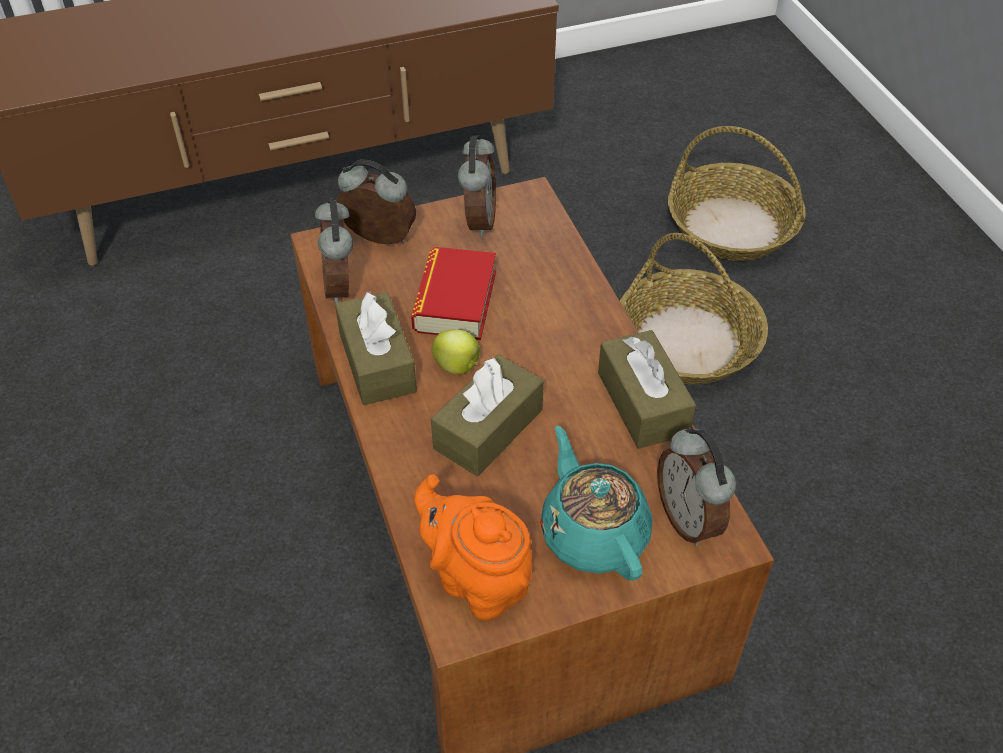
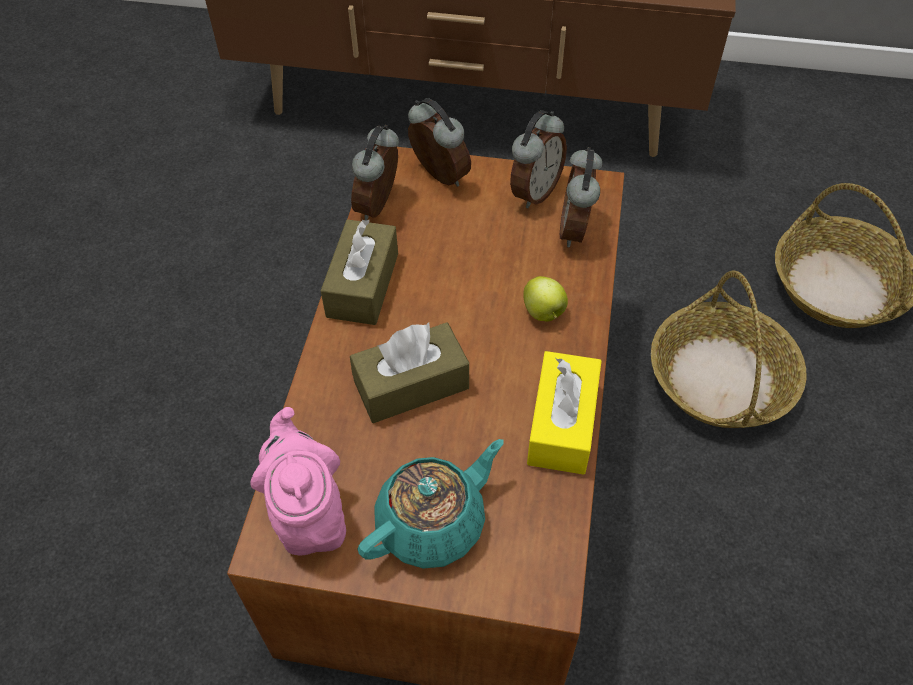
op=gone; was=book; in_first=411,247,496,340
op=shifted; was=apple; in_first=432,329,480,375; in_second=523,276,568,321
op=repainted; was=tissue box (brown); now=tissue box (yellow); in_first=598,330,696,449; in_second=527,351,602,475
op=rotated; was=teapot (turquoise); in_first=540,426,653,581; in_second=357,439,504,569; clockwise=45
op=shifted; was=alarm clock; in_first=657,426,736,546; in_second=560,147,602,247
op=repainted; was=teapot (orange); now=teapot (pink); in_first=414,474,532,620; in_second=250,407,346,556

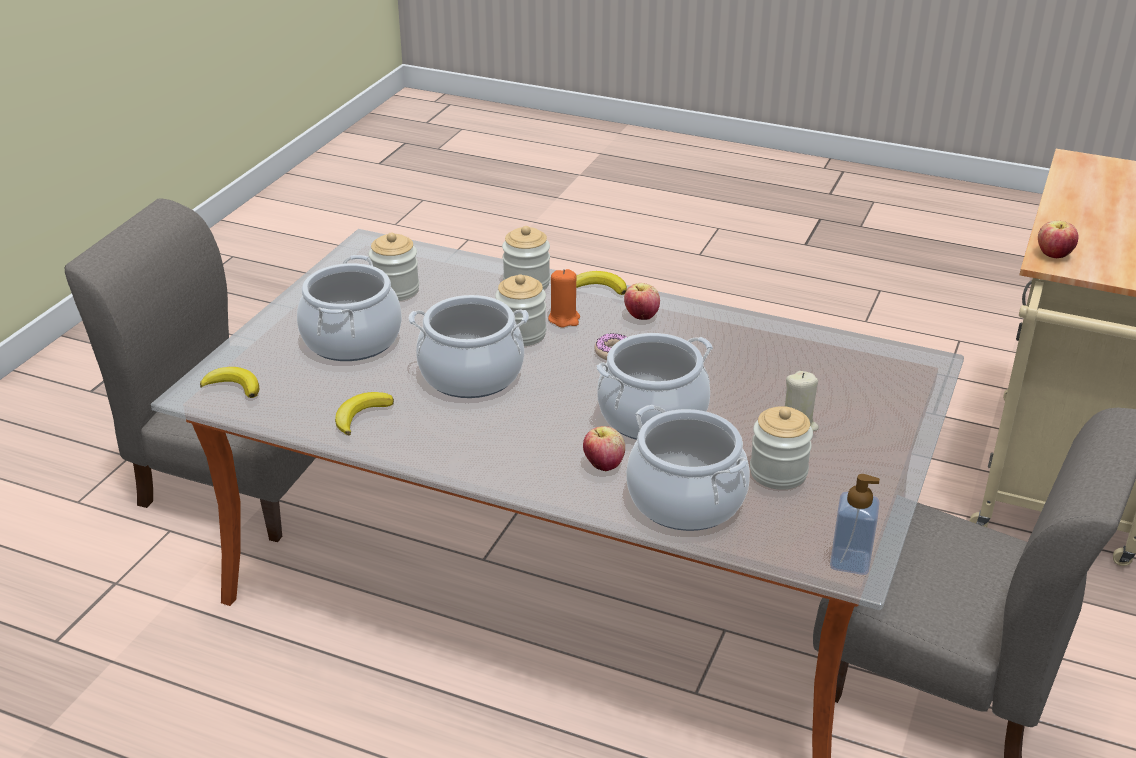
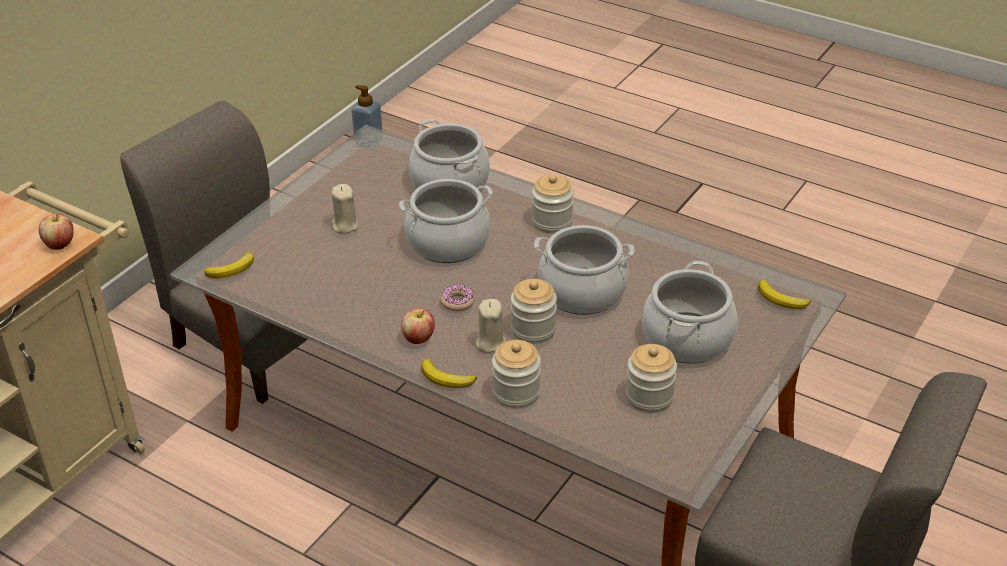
op=repainted; was=candle (orange); now=candle (beige); in_first=548,269,580,327; in_second=476,299,506,353
op=shifted; was=banana; in_first=335,392,394,435; in_second=204,252,254,279
op=shifted; was=jar; in_first=750,406,813,490; in_second=532,174,574,233
op=gone; was=apple; in_first=583,426,625,471

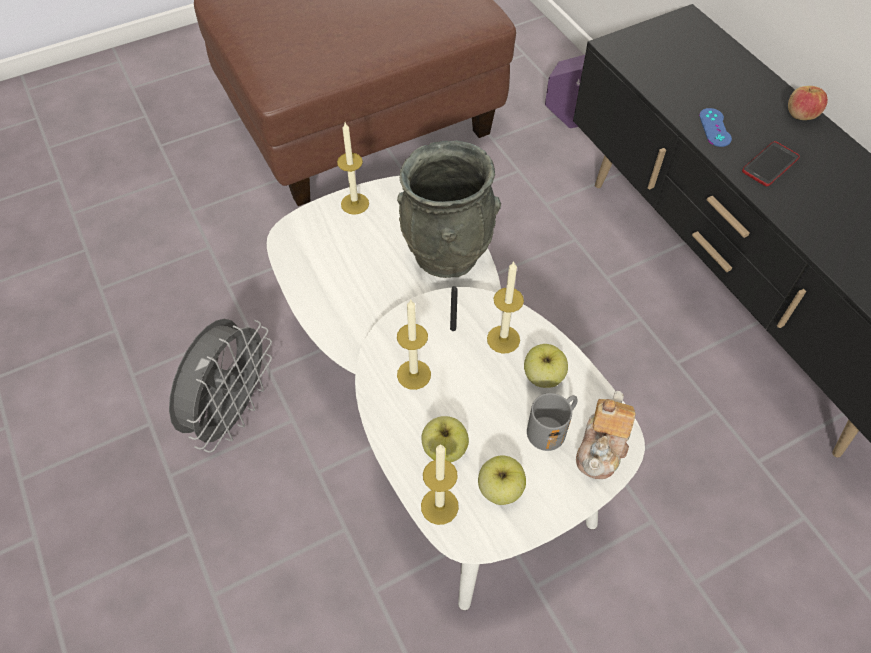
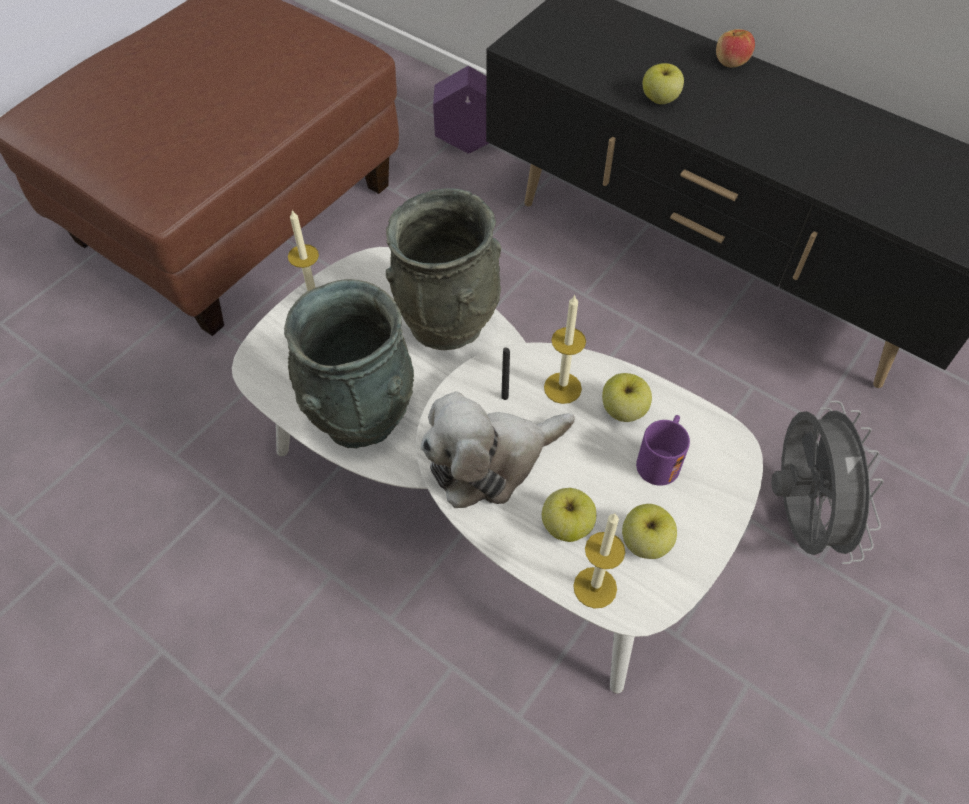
op=swapped; was=game controller (blue); now=apple; in_first=699,108,732,147; in_second=643,63,684,104
op=gone; was=phone; in_first=742,141,800,186
op=swapped; was=candle; now=plush toy; in_first=397,300,431,390; in_second=420,391,575,508
op=shifted; was=fan (grey); in_first=169,319,272,453; in_second=771,401,884,564
op=gone; was=teapot; in_first=576,391,635,479
op=repainted; was=mug (grey); now=mug (purple); in_first=527,393,578,451; in_second=636,415,690,486
op=new; now=vase (grey); in_second=284,279,414,448

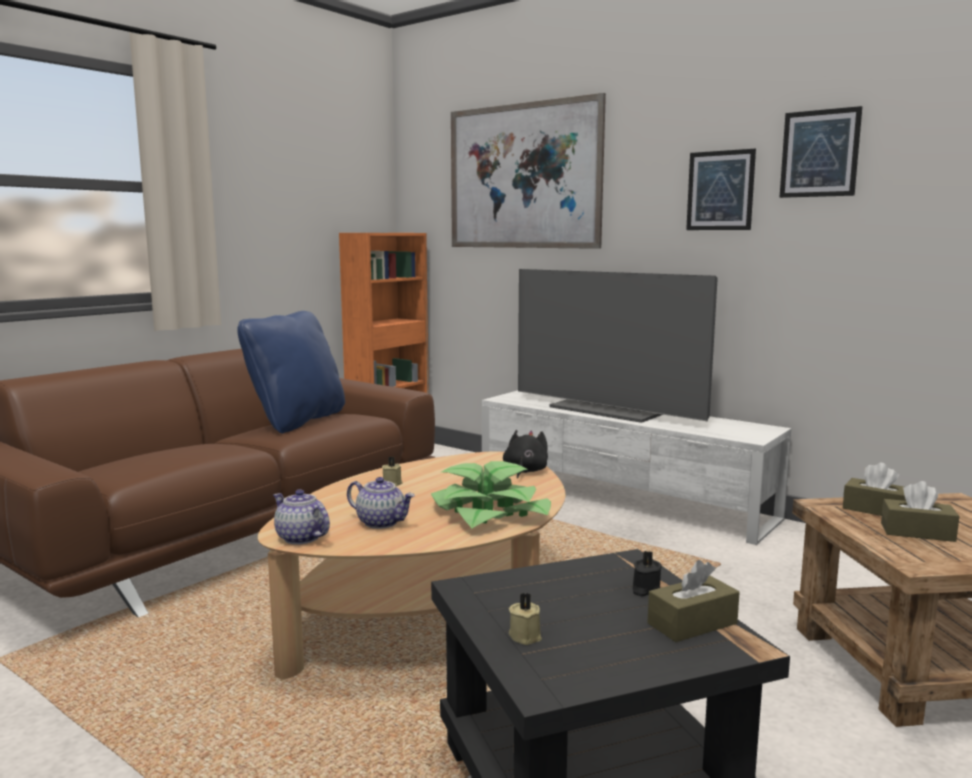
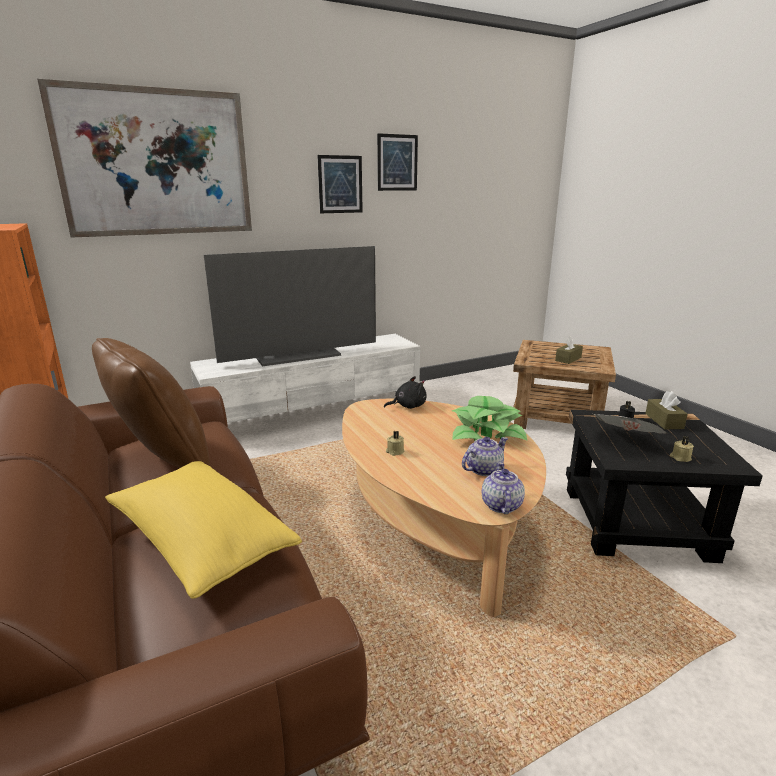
op=repainted; was=pillow (blue); now=pillow (brown); in_first=237,311,345,434; in_second=92,338,209,468
op=rotated; was=plush toy (black); in_first=503,430,548,478; in_second=384,376,427,409; clockwise=120
op=gone; was=tissue box (brown); in_first=843,463,906,516
op=rotated; was=teapot; in_first=273,489,330,545; in_second=482,462,525,514; clockwise=120
op=new; now=newspaper; in_second=593,414,667,434
op=new; now=pillow (yellow); in_second=105,461,302,599

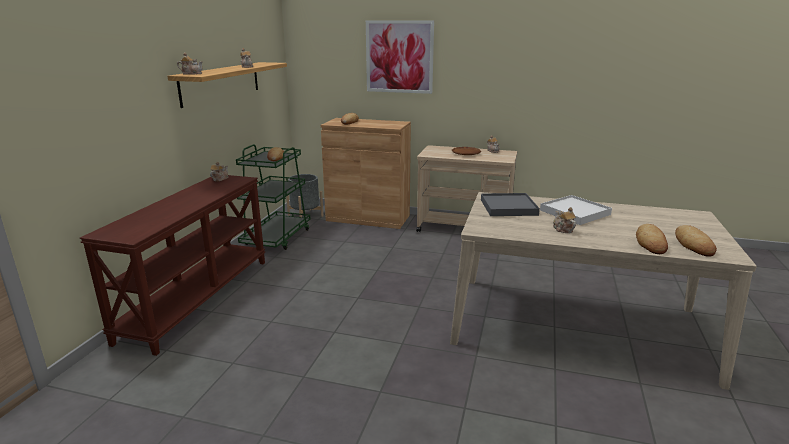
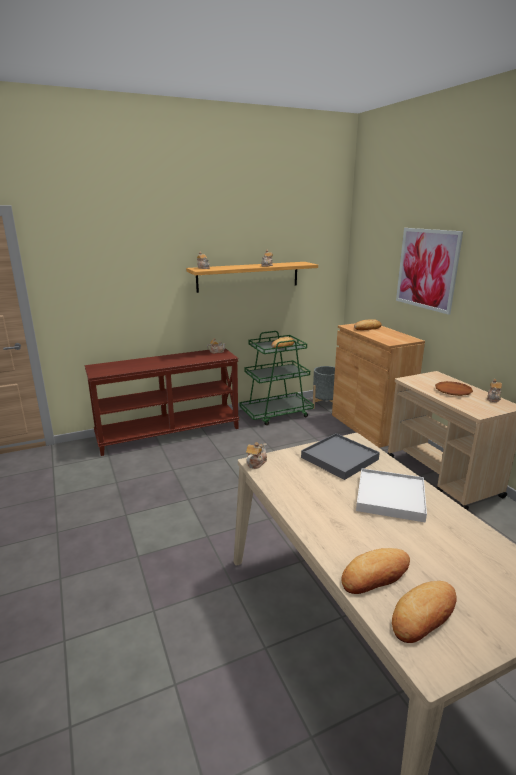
op=shifted; was=teapot; in_first=553,207,576,233; in_second=246,442,267,469

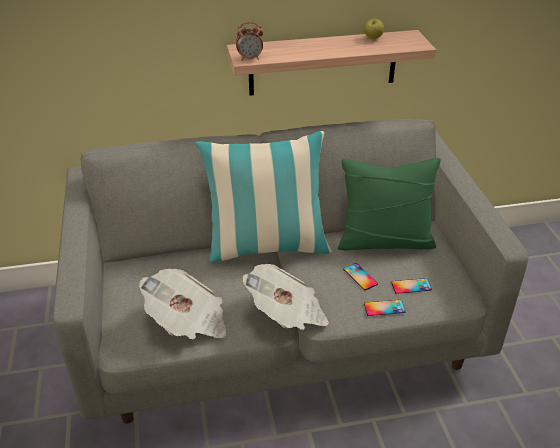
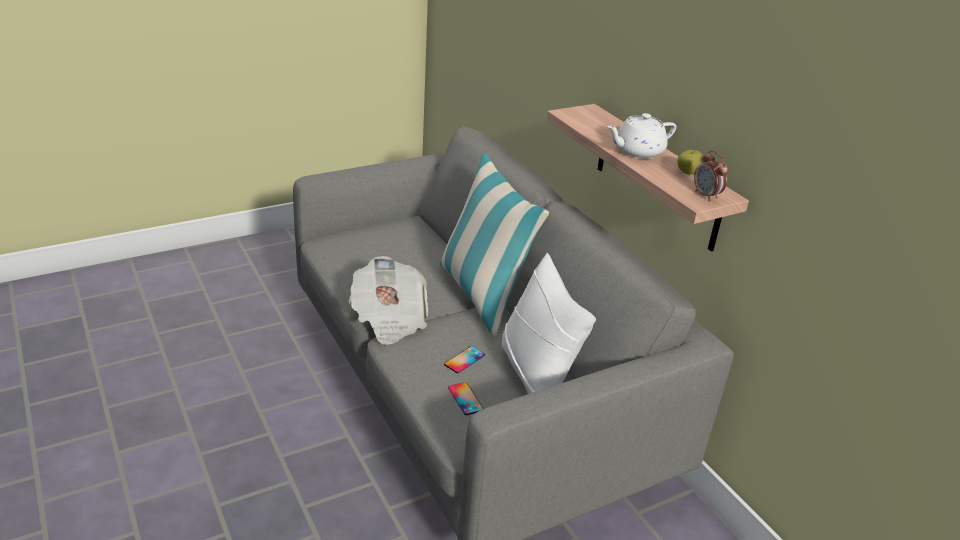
op=shifted; was=alarm clock; in_first=236,22,263,60; in_second=694,150,728,201
op=repainted; was=pillow (green); now=pillow (white); in_first=338,158,441,250; in_second=502,253,596,394
op=gone; was=newspaper; in_first=139,269,226,340
op=gone; was=phone; in_first=364,300,406,316
op=new; now=teapot (white); in_second=607,113,677,159

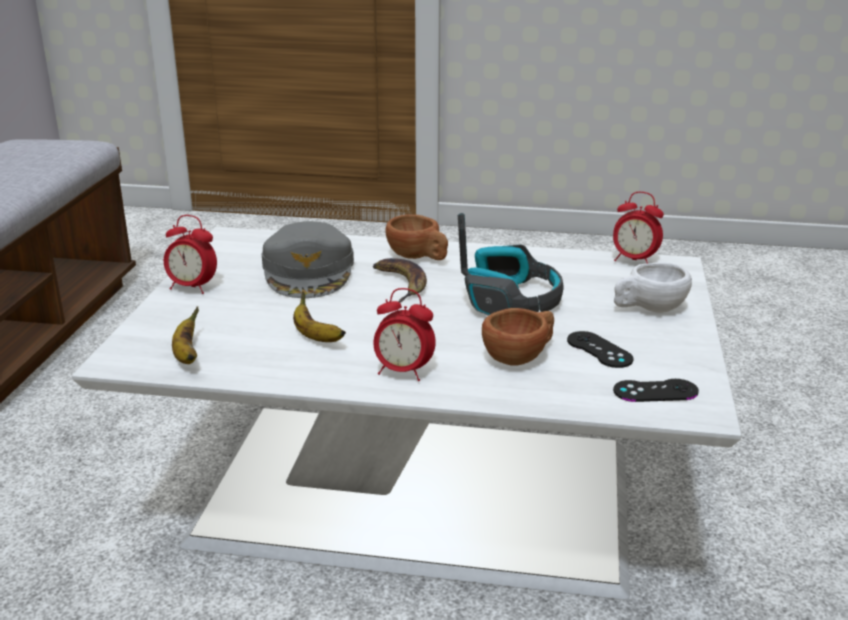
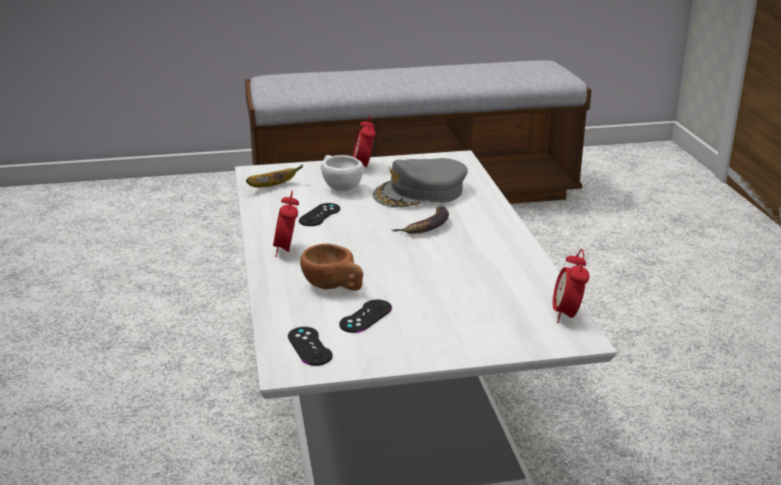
op=gone; was=headphones; in_first=458,213,563,316
op=gone; was=cup (brown); in_first=385,214,448,260
op=shifted; was=cup (white); in_first=614,262,692,313; in_second=321,155,364,192
op=swapped; was=banana; now=game controller (black); in_first=293,292,346,342; in_second=299,203,340,226

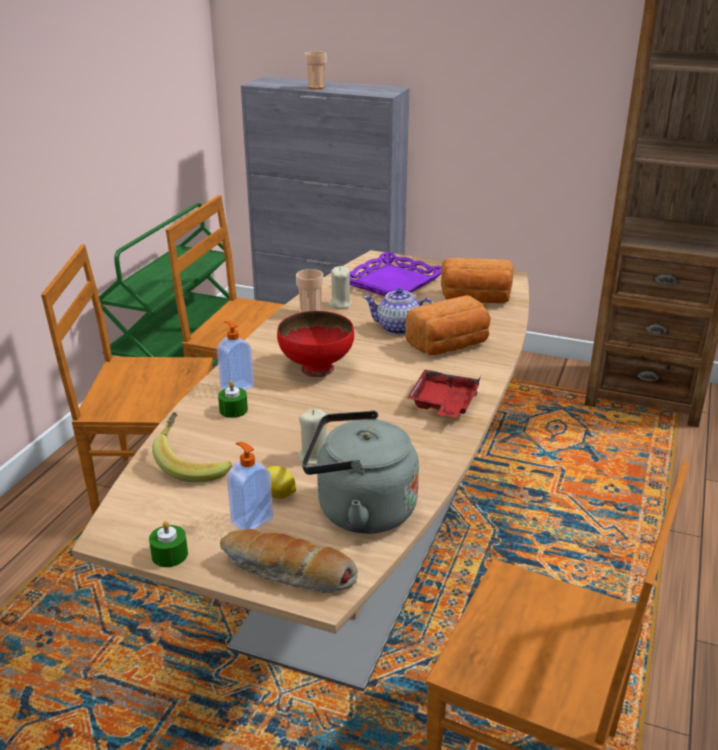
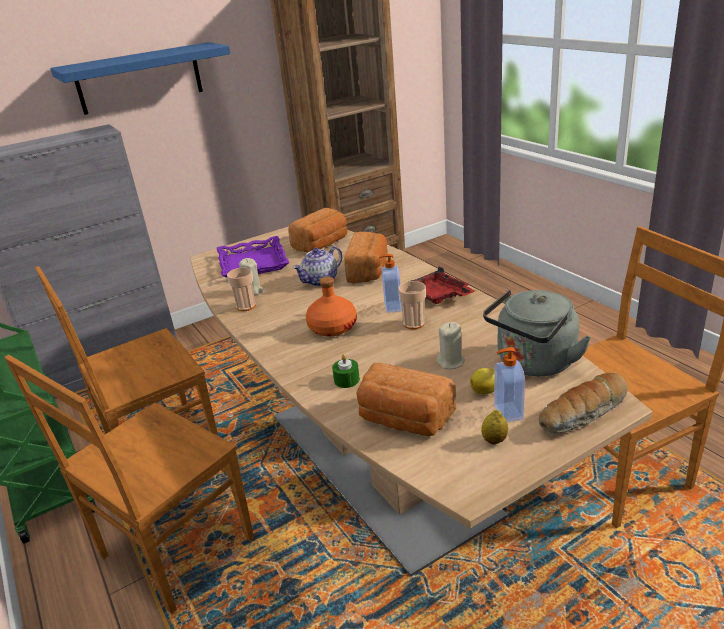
op=shifted; was=cup; in_first=305,51,327,89; in_second=398,281,426,329
op=swapped; was=bowl (red); now=bottle (orange); in_first=277,311,354,377; in_second=306,277,357,336
op=shifted; was=soap dispenser; in_first=217,321,254,390; in_second=379,254,402,313
op=swapped; was=banana; now=bread; in_first=152,412,232,482; in_second=356,363,456,436
op=gone; was=candle (green); in_first=149,521,188,567
op=new; now=shelf (blue); in_second=50,42,230,115
op=new; now=lemon; in_second=481,410,508,445

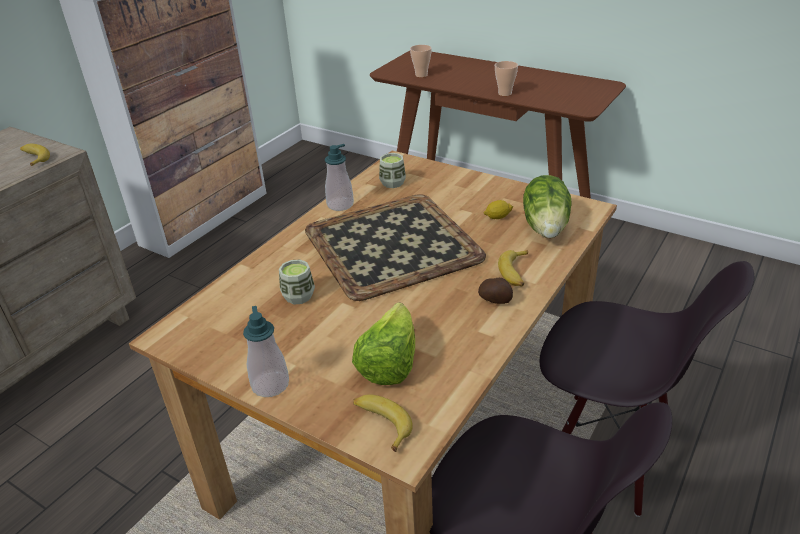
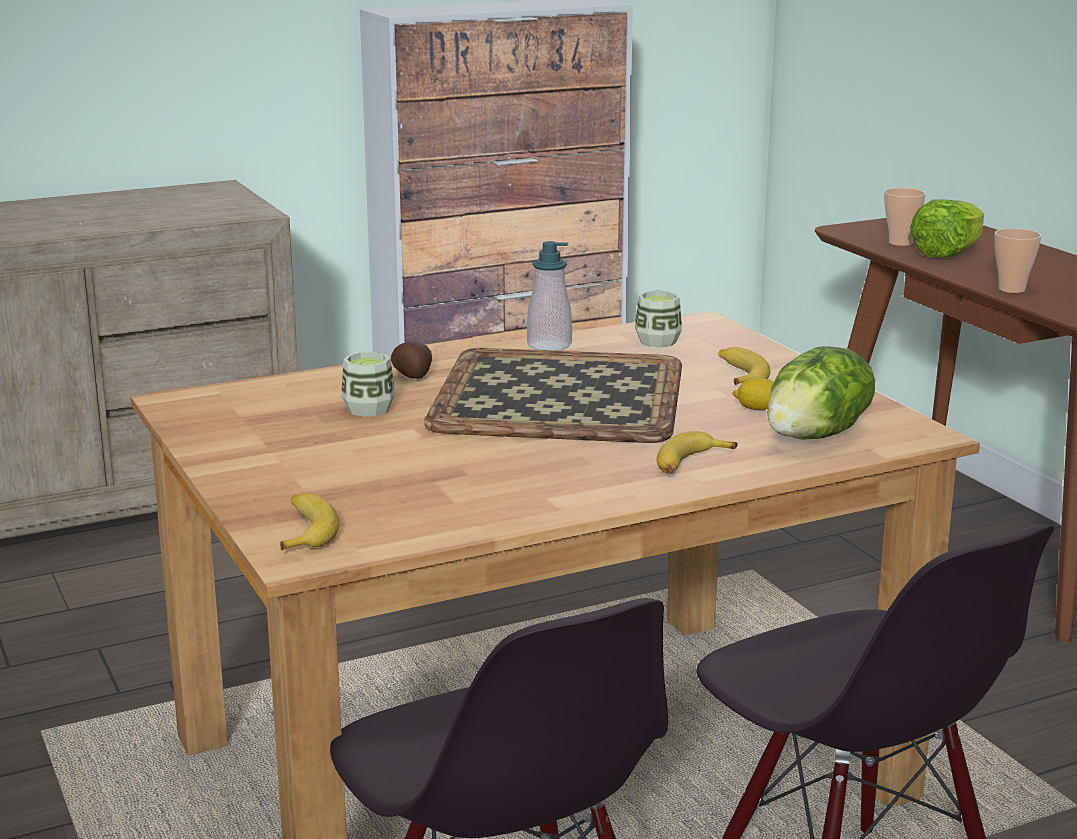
op=shifted; was=banana; in_first=20,144,50,166; in_second=719,347,771,385
op=shifted; was=potato; in_first=478,278,513,304; in_second=391,341,432,379
op=shifted; was=lettuce; in_first=352,302,415,385; in_second=910,199,984,258
op=gone; was=soap dispenser; in_first=243,306,289,397

